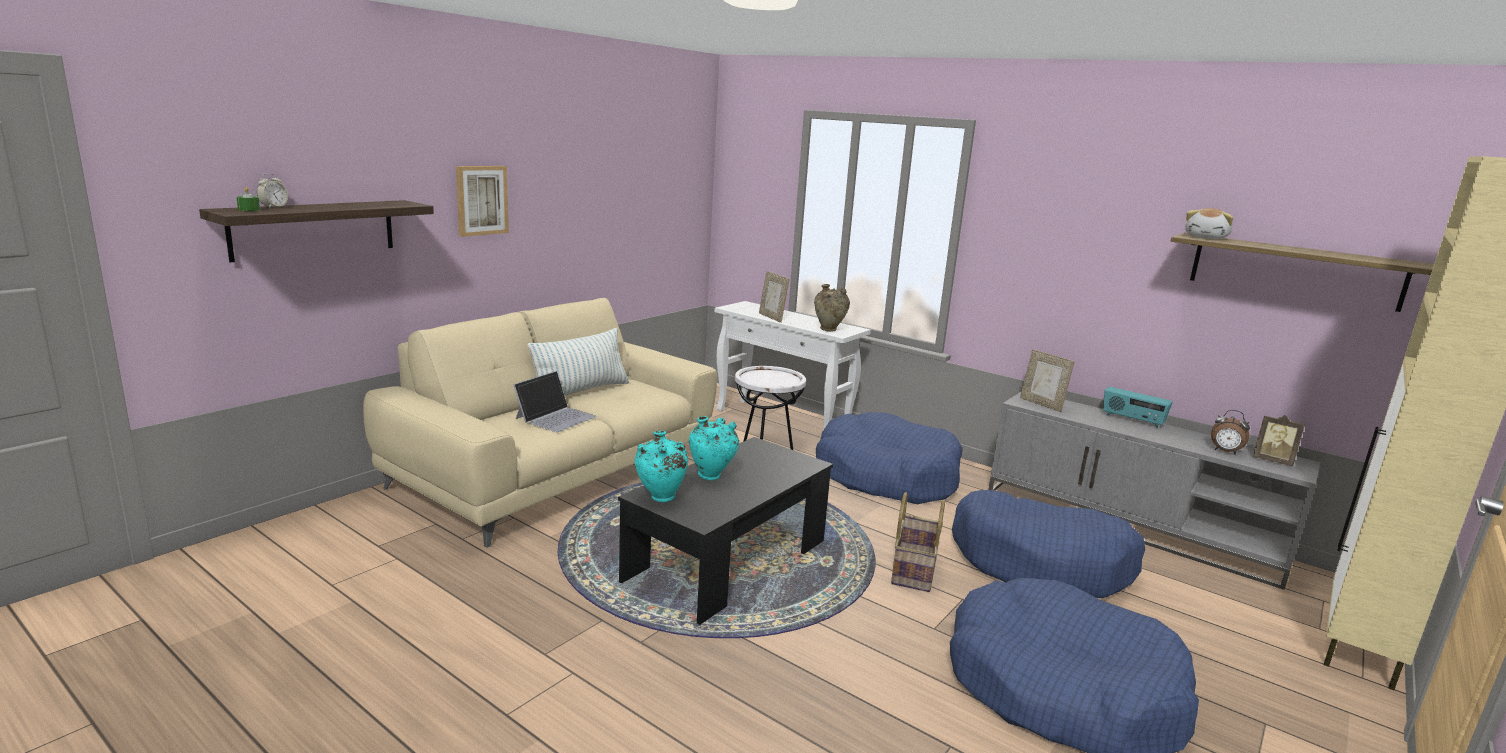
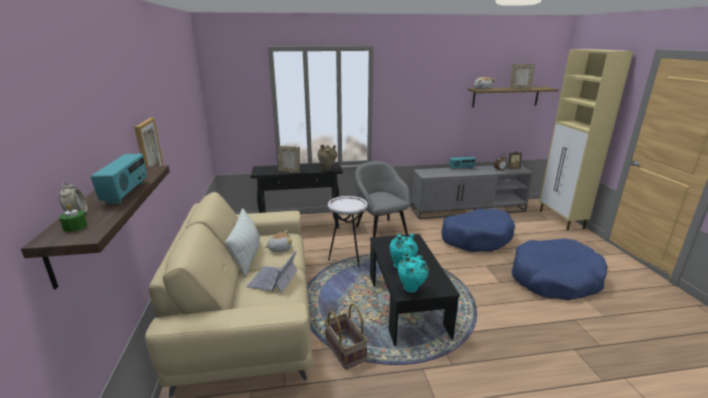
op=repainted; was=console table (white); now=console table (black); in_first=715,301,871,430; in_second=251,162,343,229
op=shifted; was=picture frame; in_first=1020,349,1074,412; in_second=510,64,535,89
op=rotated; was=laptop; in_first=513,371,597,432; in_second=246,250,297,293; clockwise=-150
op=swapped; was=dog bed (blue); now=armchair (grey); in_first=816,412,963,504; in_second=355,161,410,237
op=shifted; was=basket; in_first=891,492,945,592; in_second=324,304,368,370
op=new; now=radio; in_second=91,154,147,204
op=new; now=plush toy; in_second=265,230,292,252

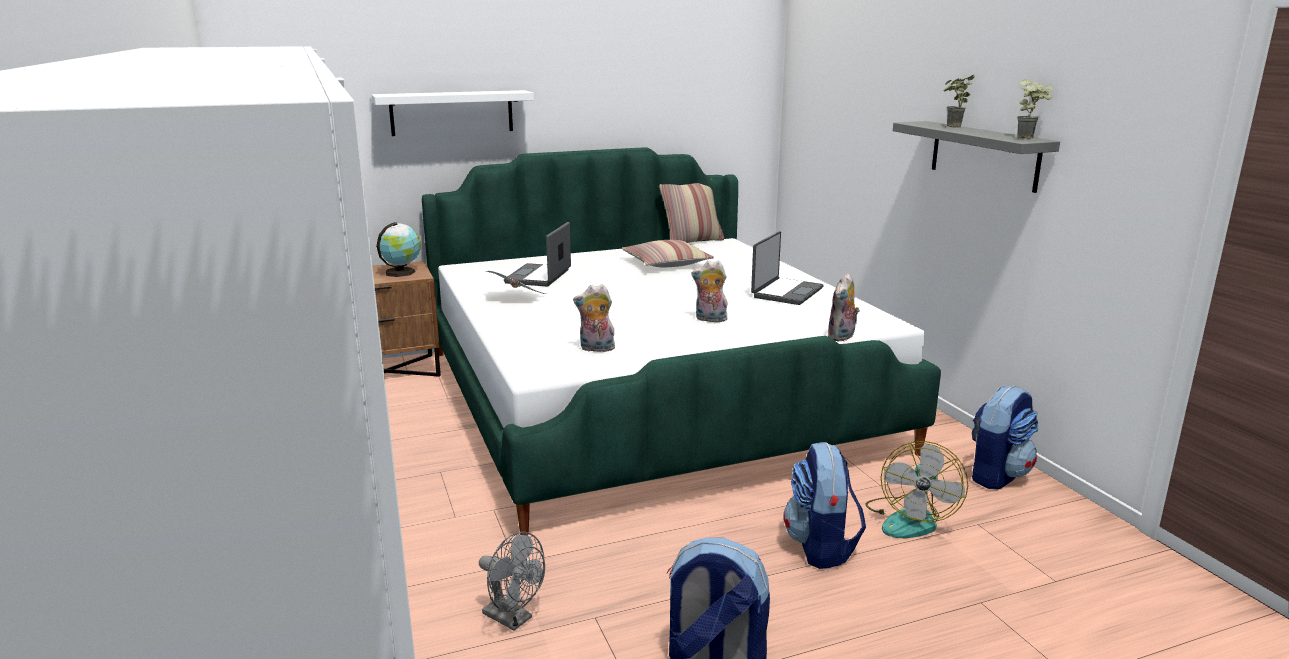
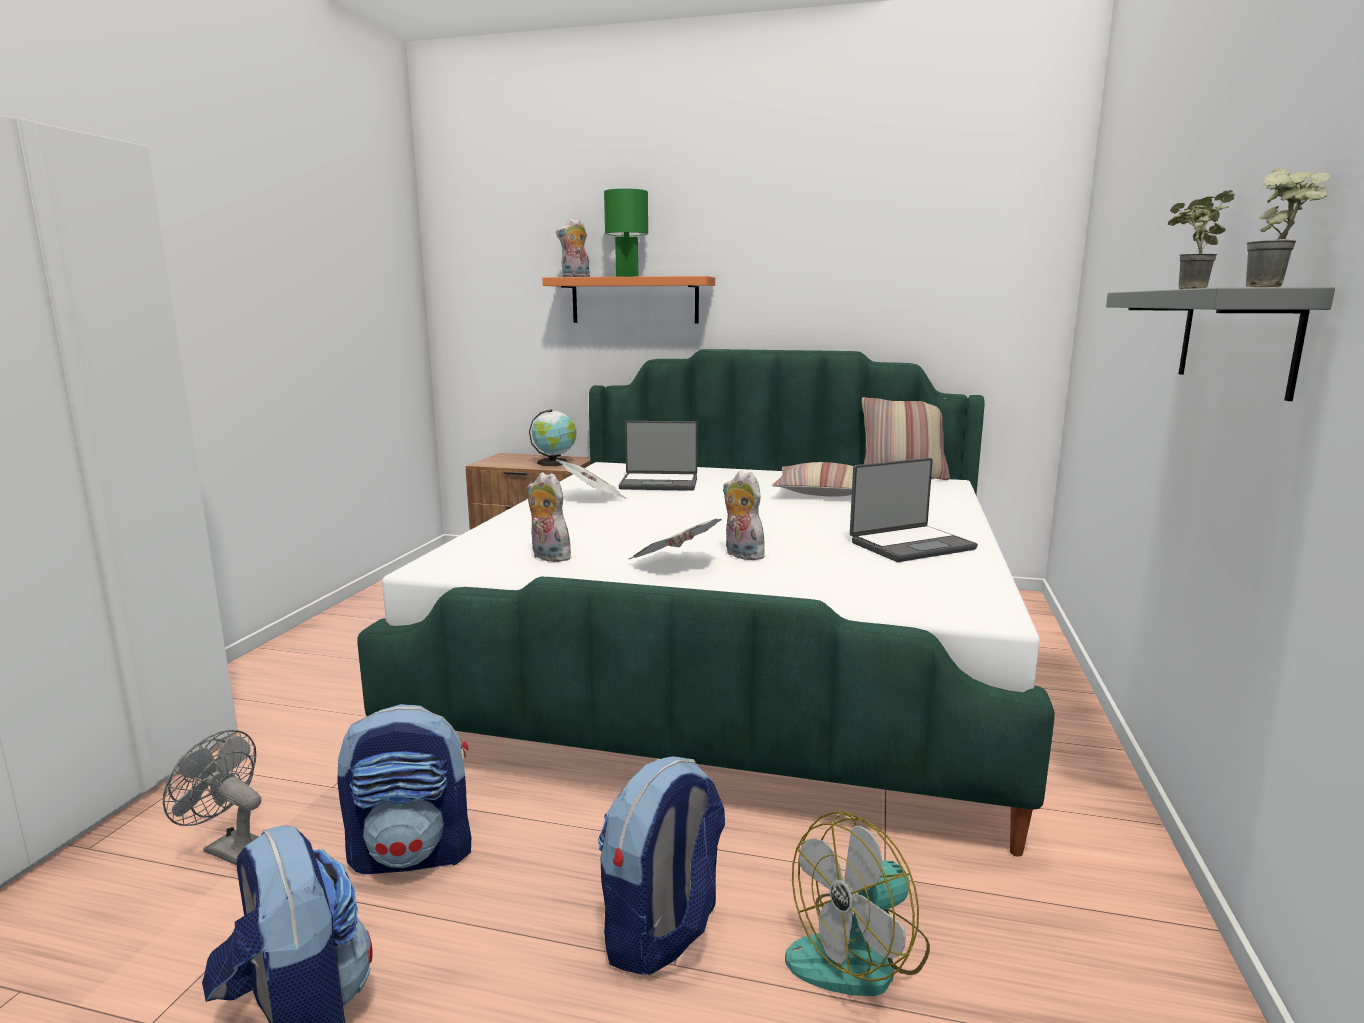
op=repainted; was=shelf (white); now=shelf (orange); in_first=372,90,534,136; in_second=542,276,715,323
op=rotated; was=laptop; in_first=504,222,571,286; in_second=619,421,698,491; clockwise=-135
op=shifted; was=plush toy; in_first=828,273,860,342; in_second=556,219,590,277
op=shifted; was=backpack; in_first=972,385,1038,489; in_second=337,704,471,874
op=rotated; was=fan (grey); in_first=479,532,545,631; in_second=163,730,261,866; clockwise=135
op=new; now=table lamp (green); in_second=604,188,648,277
op=new; now=newspaper; in_second=629,519,722,559

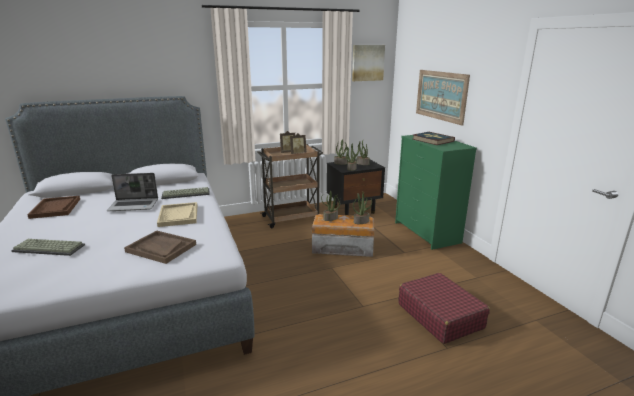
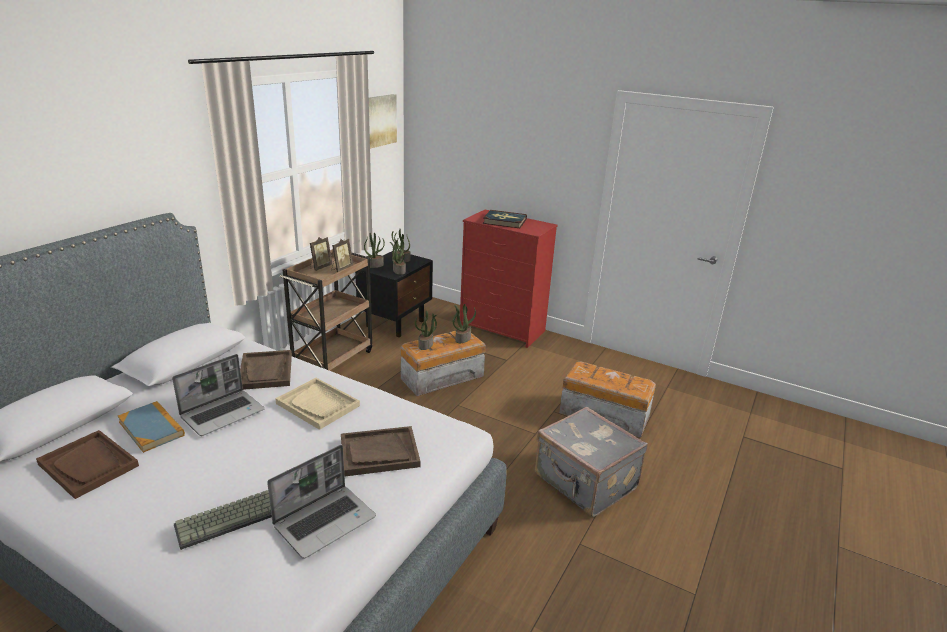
op=gone; was=picture; in_first=416,70,470,125
op=repainted; was=dresser (green); now=dresser (red); in_first=395,135,477,250; in_second=459,210,558,348
op=swapped; was=keyboard; now=tray (brown); in_first=161,187,210,199; in_second=240,350,292,390
op=swapped; was=suitcase (red); now=storage box; in_first=398,273,490,344; in_second=559,361,656,438
op=new; now=book; in_second=118,401,185,453
op=new; now=suitcase (grey); in_second=535,406,648,517
op=new; now=laptop; in_second=267,445,376,559

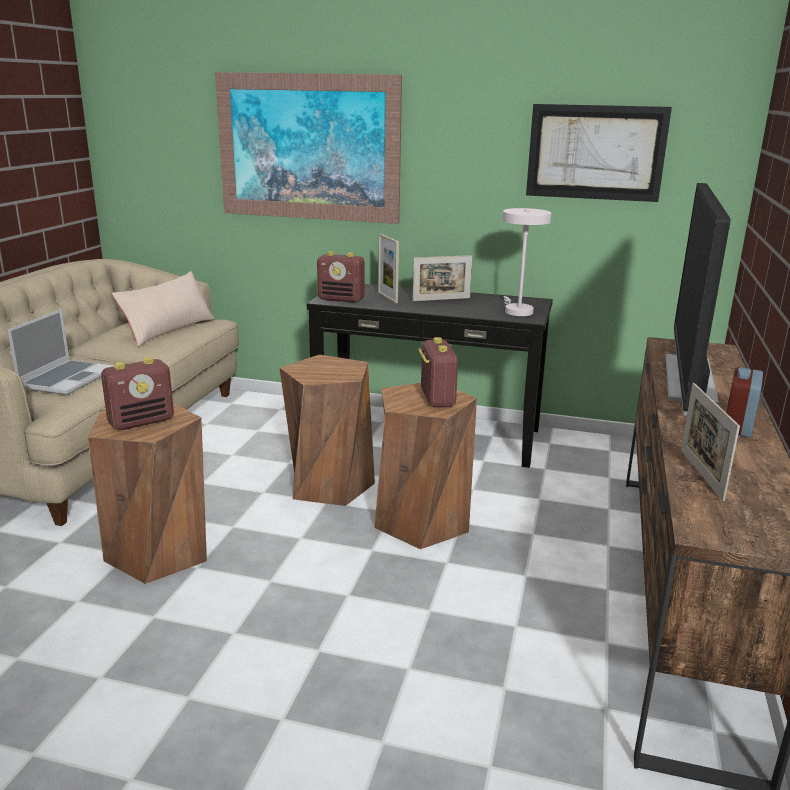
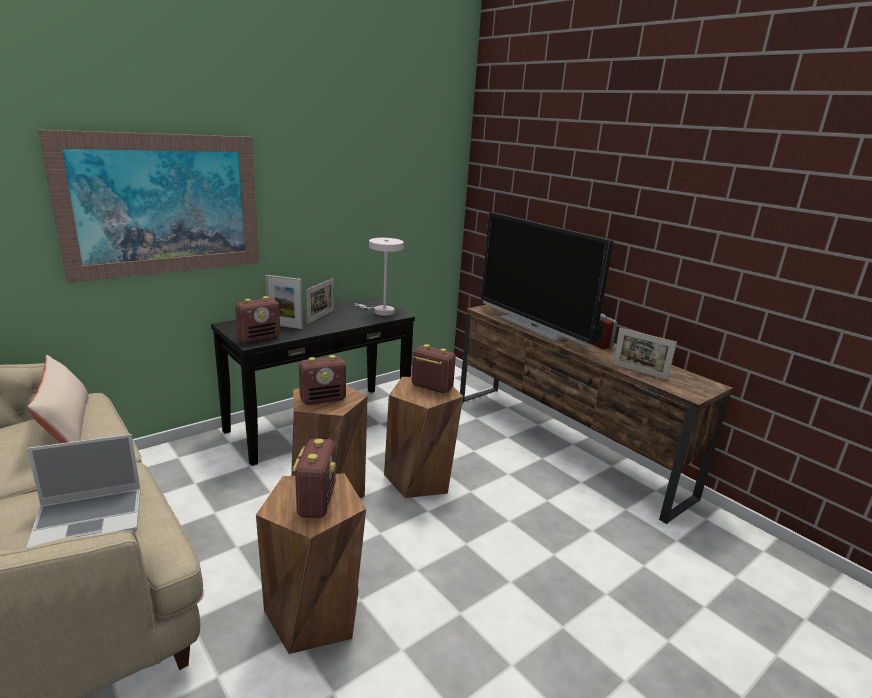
op=gone; was=picture; in_first=526,104,672,202
op=rotated; was=laptop; in_first=7,309,113,395; in_second=26,434,141,548; clockwise=105
op=new; now=radio; in_second=299,355,346,405

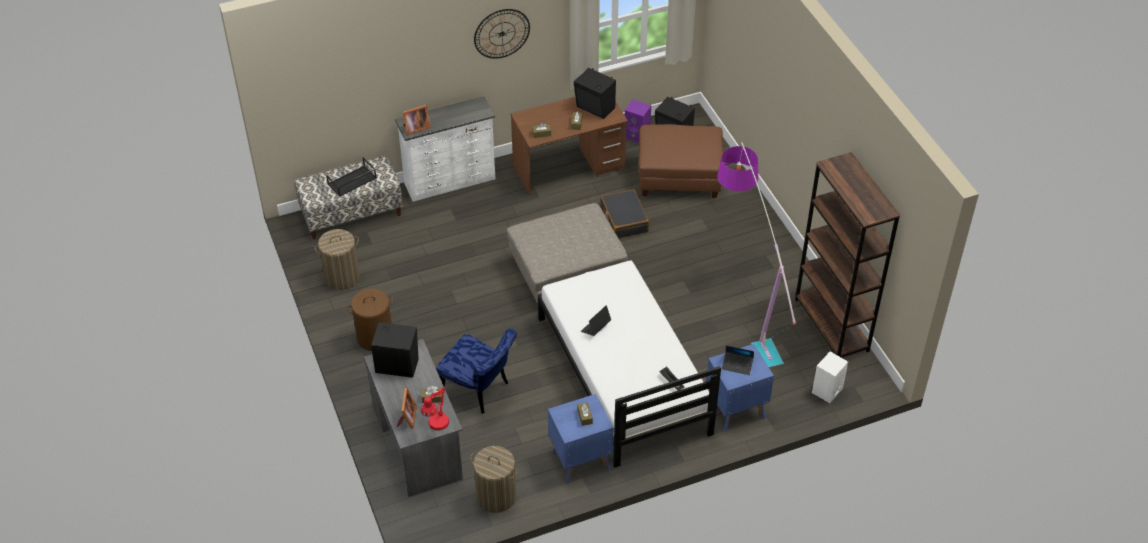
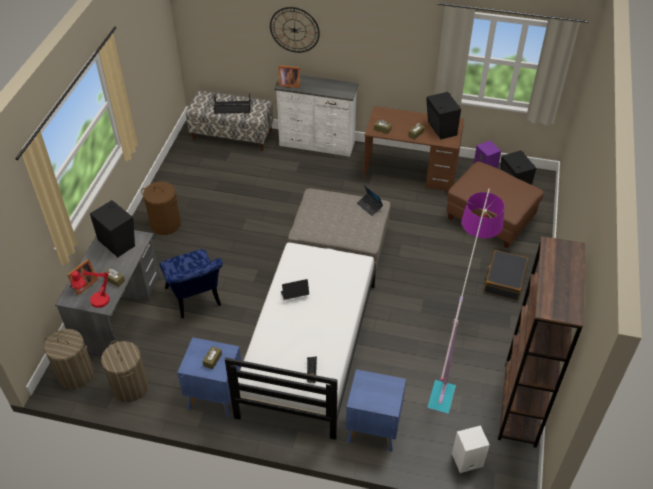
op=shifted; was=wall clock; in_first=474,9,530,59; in_second=270,7,320,53
op=shifted; was=suitcase (black); in_first=600,189,649,239; in_second=484,250,528,300
op=shifted; was=laundry basket; in_first=314,229,360,290; in_second=43,329,94,389
op=shifted; was=laptop; in_first=722,346,754,375; in_second=357,185,383,216

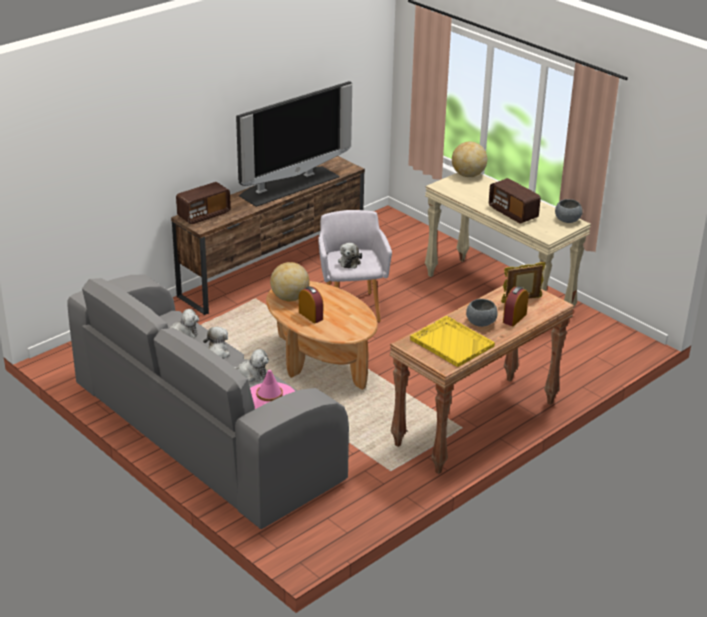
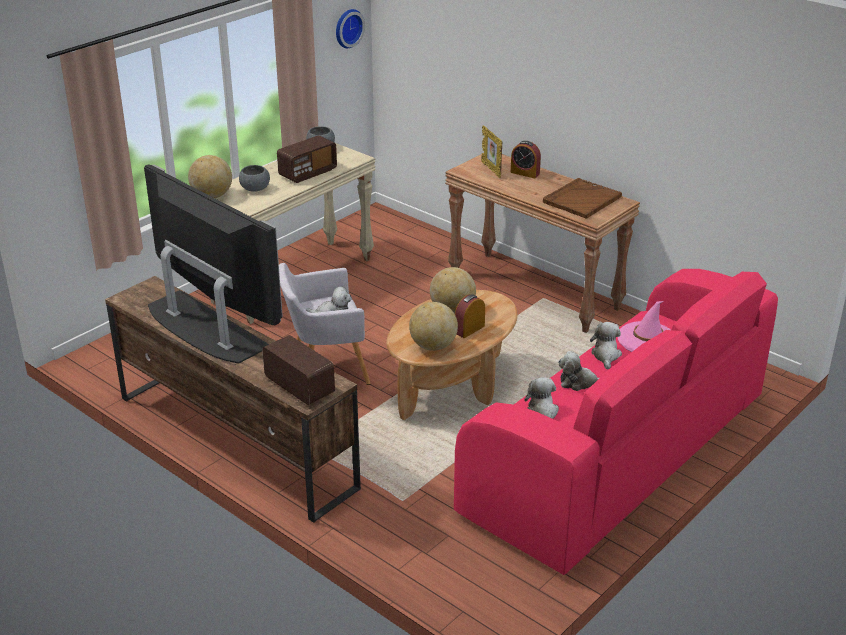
op=repainted; was=sofa (grey); now=sofa (pink); in_first=67,274,349,529; in_second=454,269,778,575
op=shifted; was=bowl (grey); in_first=466,299,498,327; in_second=239,165,270,192
op=repainted; was=tray (yellow); now=tray (brown); in_first=410,316,495,367; in_second=543,178,622,219
op=new; now=wall clock; in_second=336,9,365,48
op=new; now=globe; in_second=430,267,476,314

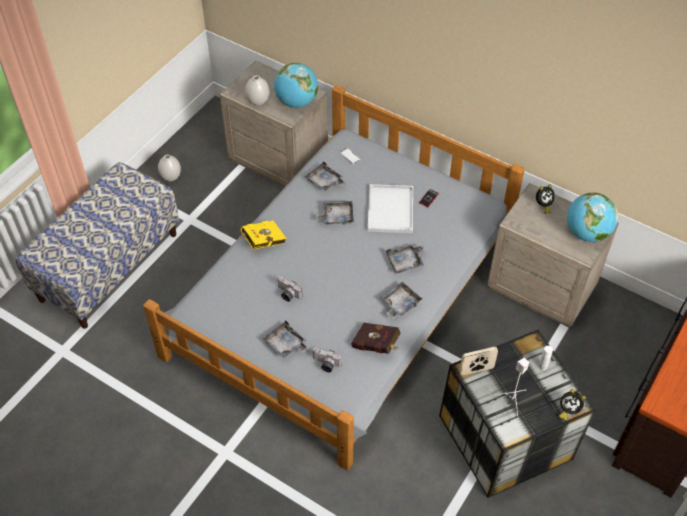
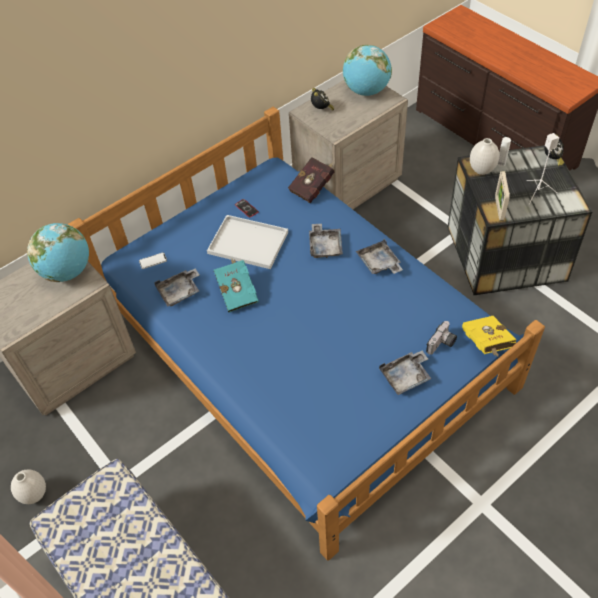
op=shifted; was=vase (white); in_first=245,75,269,106; in_second=470,138,499,175
op=repainted; was=bed (grey); now=bed (blue); in_first=143,85,525,471; in_second=68,107,545,561
op=swapped; was=tray (grey); now=book (turquoise); in_first=316,201,354,225; in_second=214,259,259,313
op=shifted; was=book (yellow); in_first=239,221,287,250; in_second=462,316,516,357
op=gone; was=photo camera; in_first=278,276,302,302
op=shifted; was=book (red); in_first=351,323,401,354; in_second=288,157,334,203

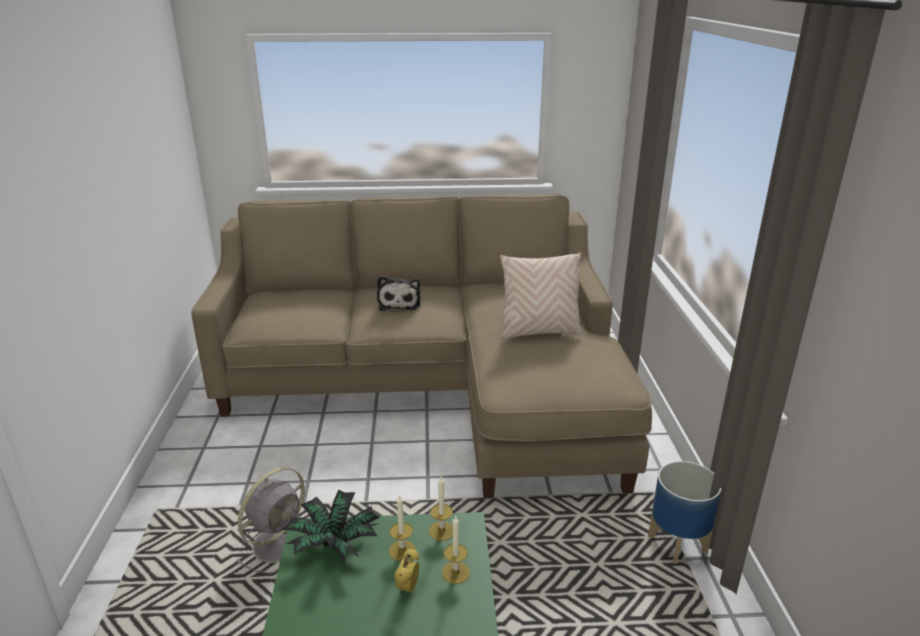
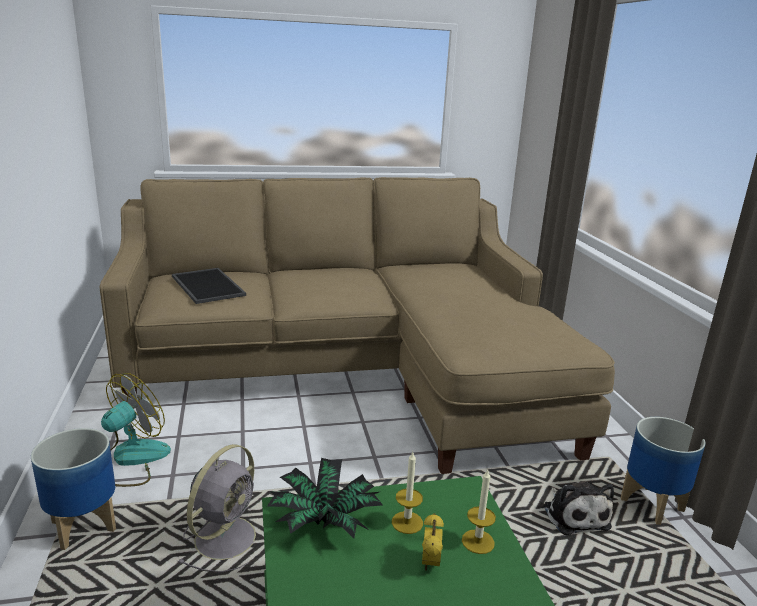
op=gone; was=pillow (beige); in_first=500,253,583,339
op=shifted; was=plush toy; in_first=377,276,421,311; in_second=543,482,614,535
op=gone; was=candle; in_first=429,477,453,541
op=new; now=tray; in_second=172,268,246,304
op=new; now=fan; in_second=101,373,171,487
op=new; now=planter; in_second=31,428,116,550

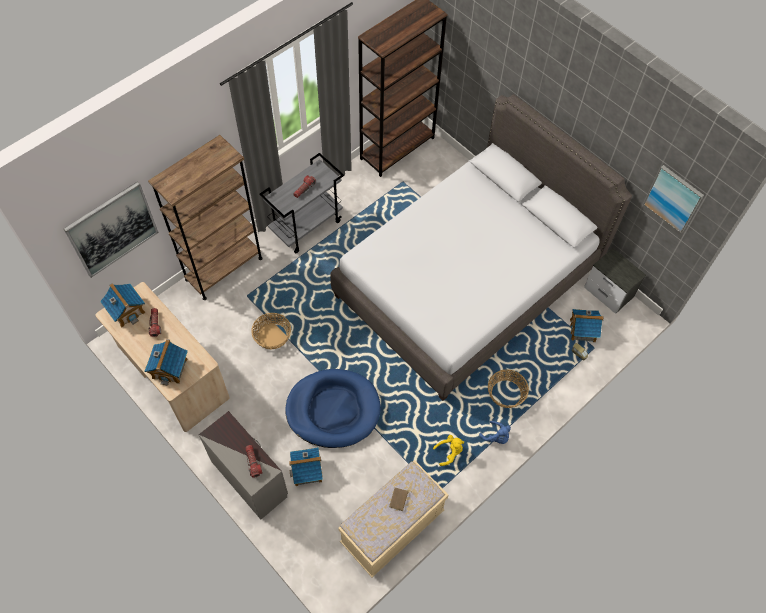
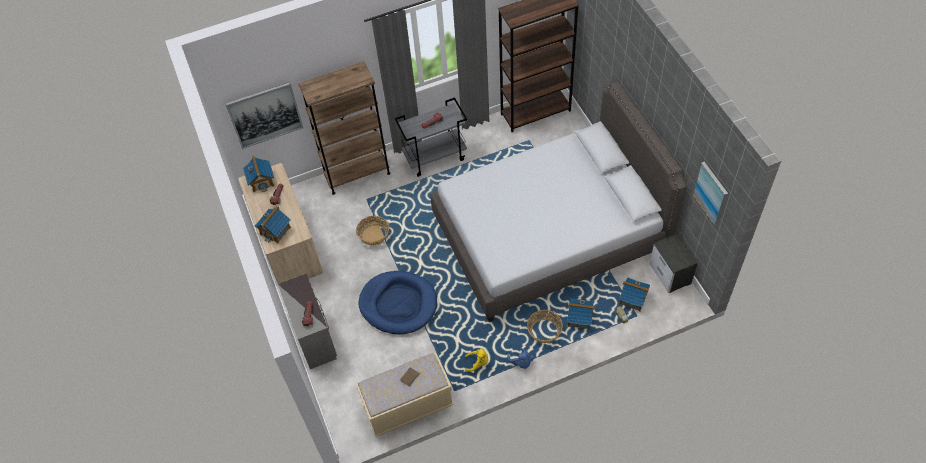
op=shifted; was=toy house; in_first=289,447,323,486; in_second=567,298,594,329

